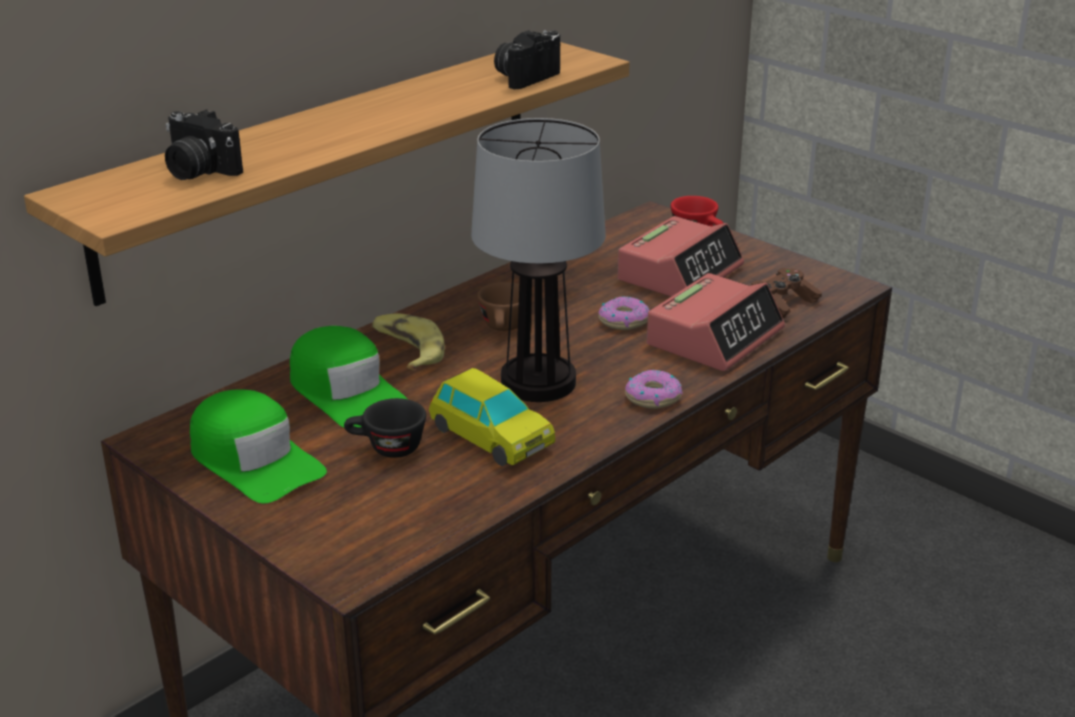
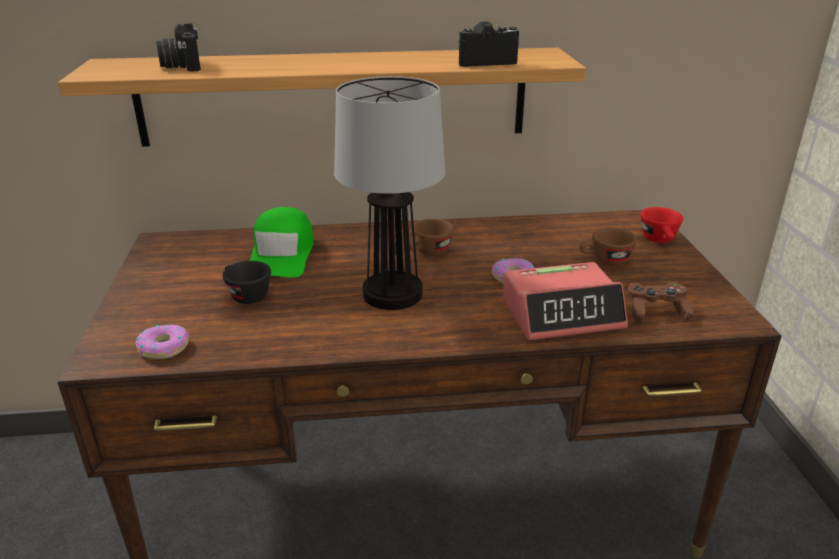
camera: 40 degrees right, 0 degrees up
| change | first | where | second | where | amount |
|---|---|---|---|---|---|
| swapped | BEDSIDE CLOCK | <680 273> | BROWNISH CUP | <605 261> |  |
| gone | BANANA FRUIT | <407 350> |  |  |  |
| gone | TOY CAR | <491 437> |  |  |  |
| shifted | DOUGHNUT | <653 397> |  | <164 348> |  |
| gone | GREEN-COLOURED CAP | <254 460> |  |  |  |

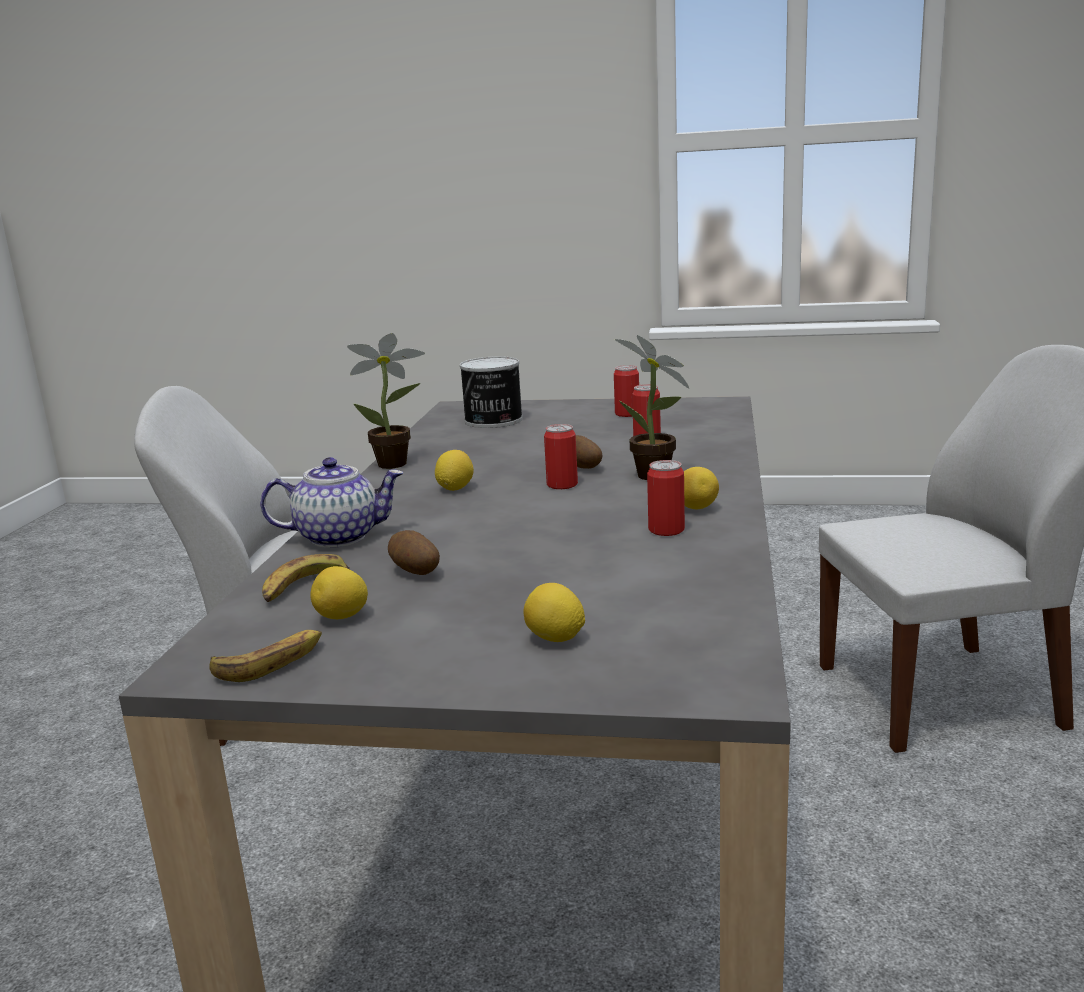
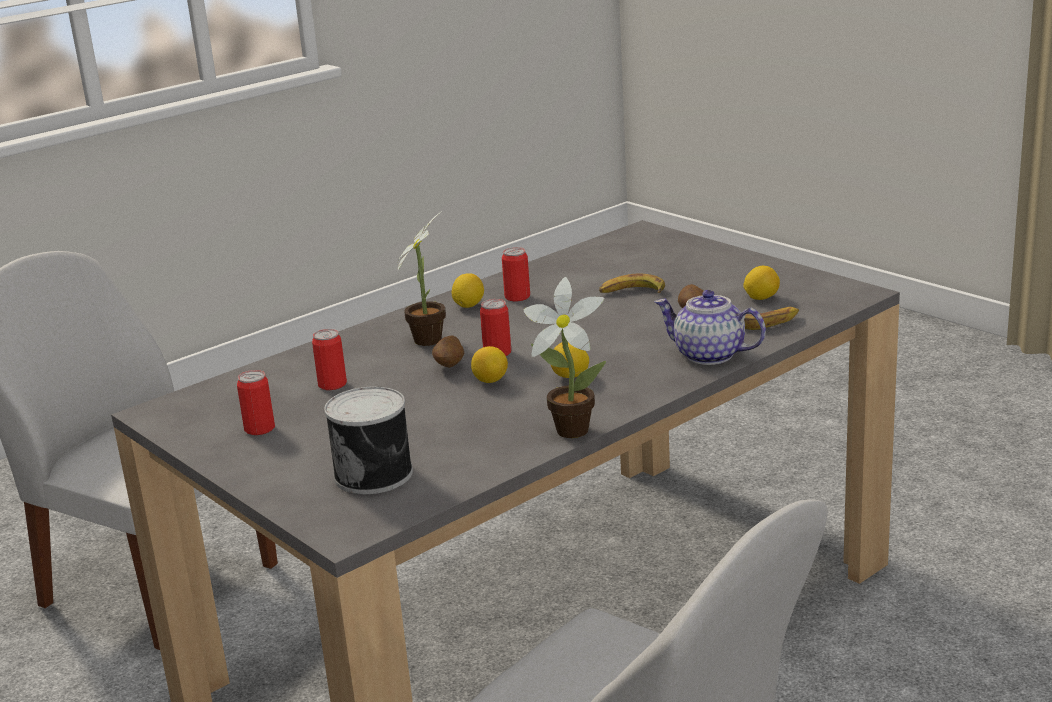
camera: 140 degrees left, 5 degrees up
| change | first | where | second | where | amount |
|---|---|---|---|---|---|
| shifted | CITRUS FRUIT | <555 639> |  | <490 381> |  |
| shifted | BANANA FRUIT | <270 662> |  | <632 292> |  |

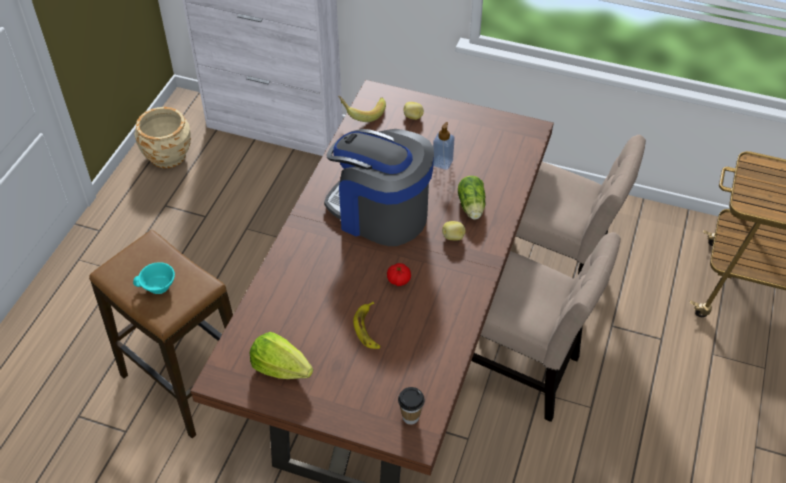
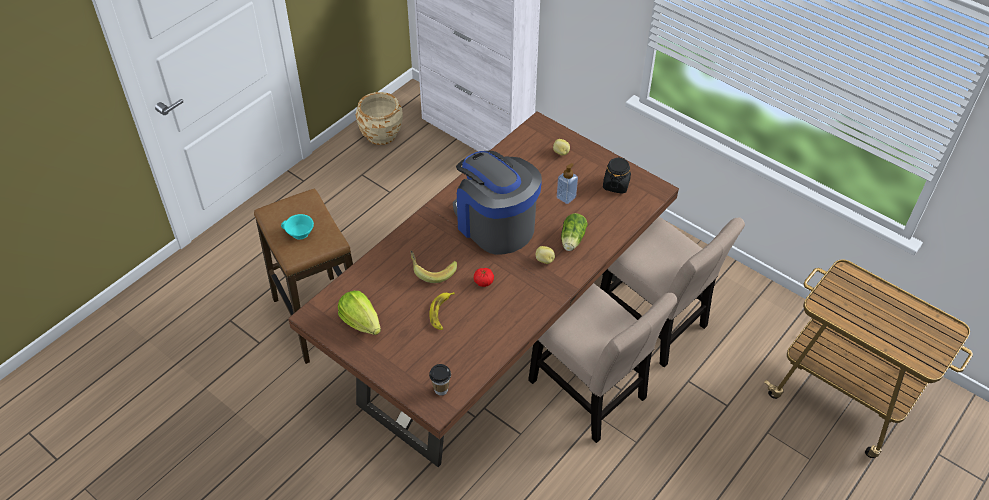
camera: 20 degrees right, 0 degrees up
| change | first | where | second | where | amount |
|---|---|---|---|---|---|
| shifted | BANANA FRUIT | <362 112> |  | <432 270> |  |
| new |  |  | BLACK-COLOURED PRESERVE JAR | <616 185> |  |

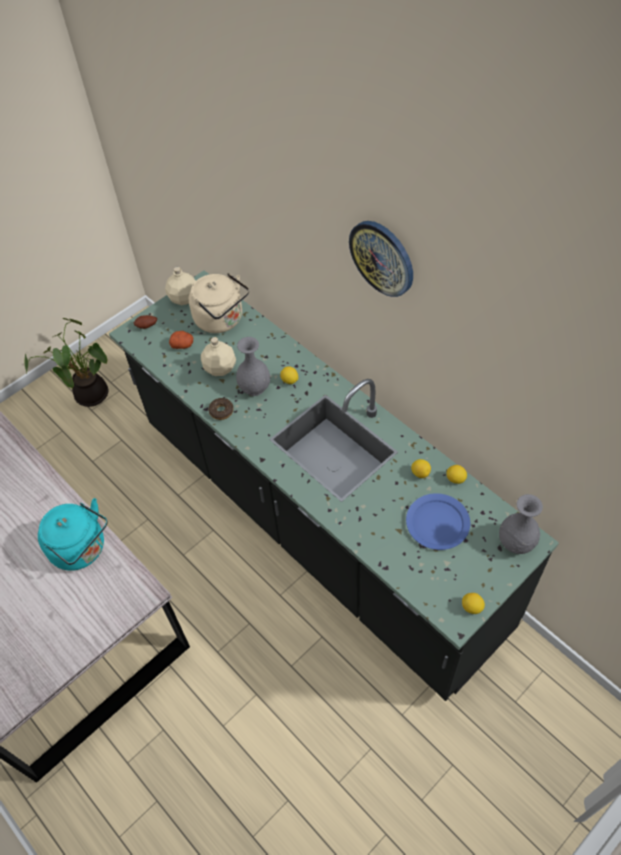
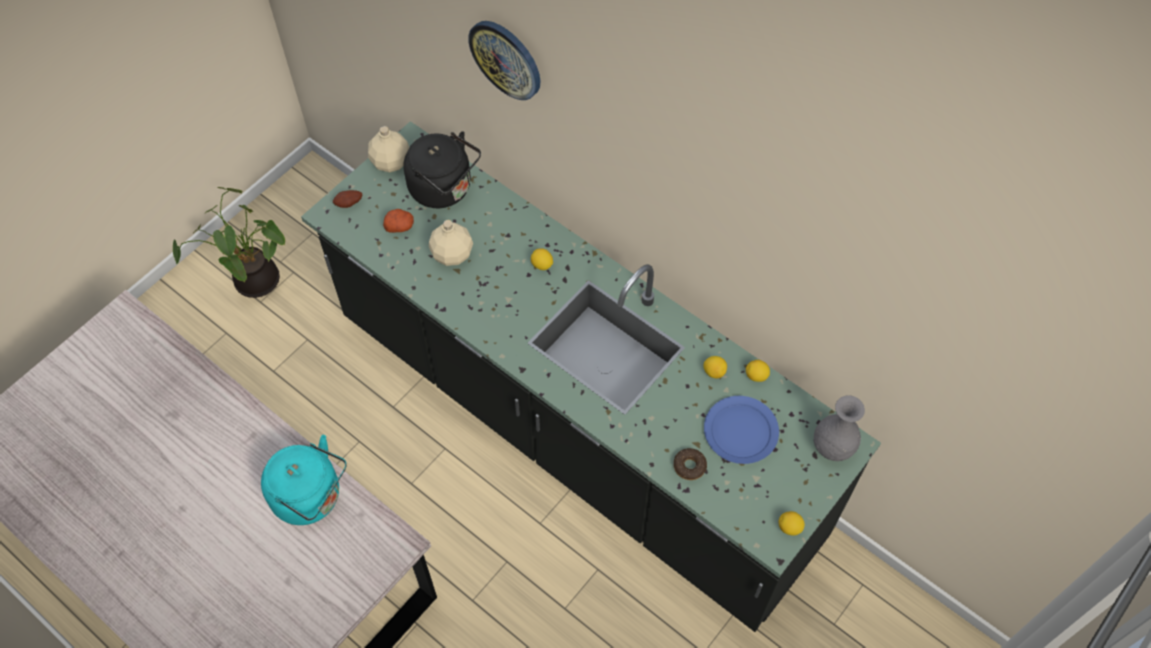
camera: 10 degrees left, 5 degrees up
| change | first | where | second | where | amount |
|---|---|---|---|---|---|
| shifted | WALL CLOCK | <382 258> |  | <506 59> |  |
| repainted | BEIGE WATER KETTLE | <222 320> | BLACK-COLOURED WATER KETTLE | <444 189> |  |
| gone | GREY DECORATIVE VASE | <255 387> |  |  |  |
| shifted | DOUGHNUT | <221 411> |  | <689 466> |  |

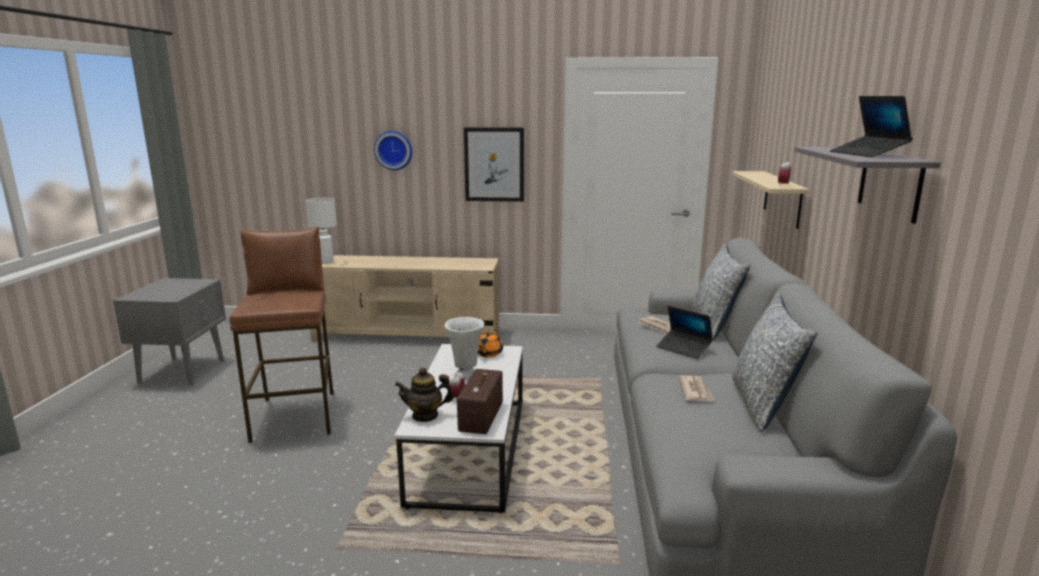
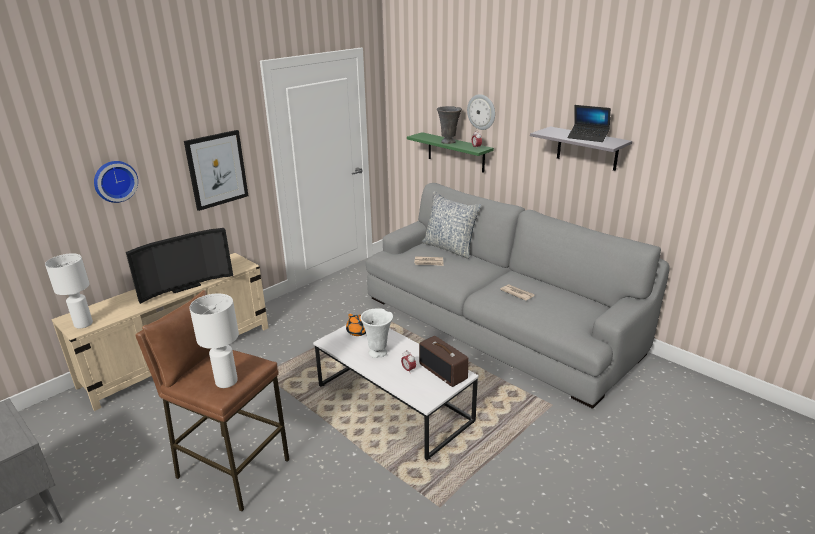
camera: 50 degrees left, 10 degrees up
| change | first | where | second | where | amount |
|---|---|---|---|---|---|
| repainted | BEIGE BRACKET SHELF | <782 198> | GREEN-COLOURED BRACKET SHELF | <455 152> |  |
| gone | THROW PILLOW | <763 405> |  |  |  |
| gone | PORTABLE COMPUTER | <684 349> |  |  |  |
| gone | TEAPOT | <425 415> |  |  |  |
| new |  |  | WALL CLOCK | <481 112> |  |
| new |  |  | GREY DECORATIVE VASE | <449 142> |  |
| new |  |  | TELEVISION | <184 286> |  |
| new |  |  | WHITE LAMP FOR A TABLE | <226 382> |  |

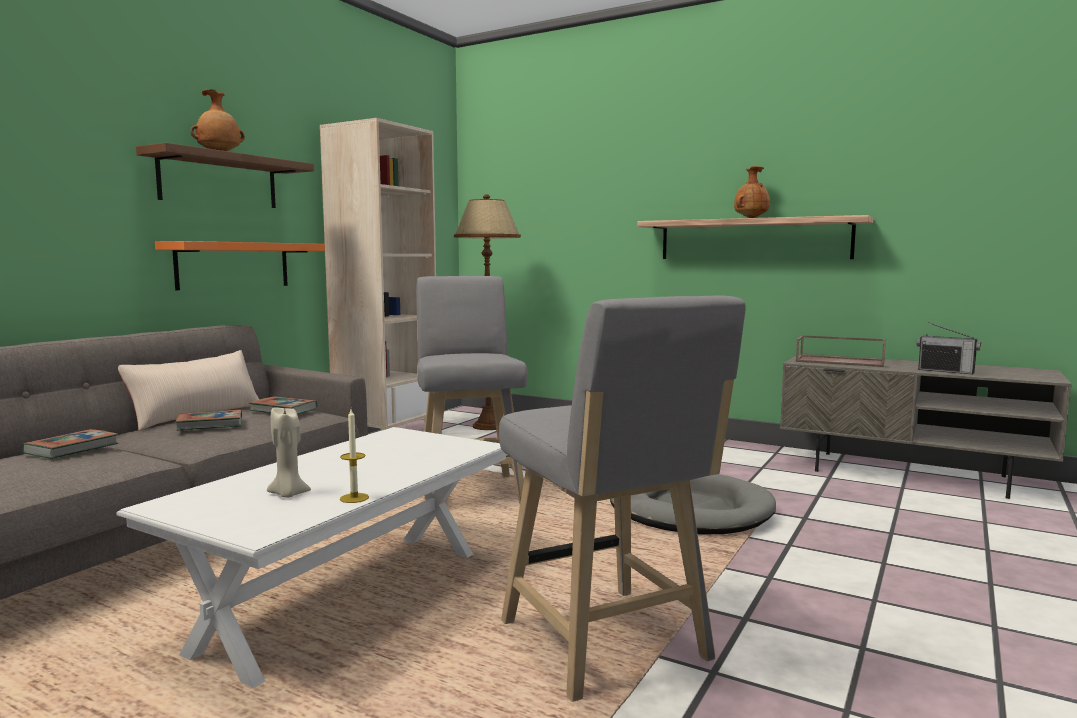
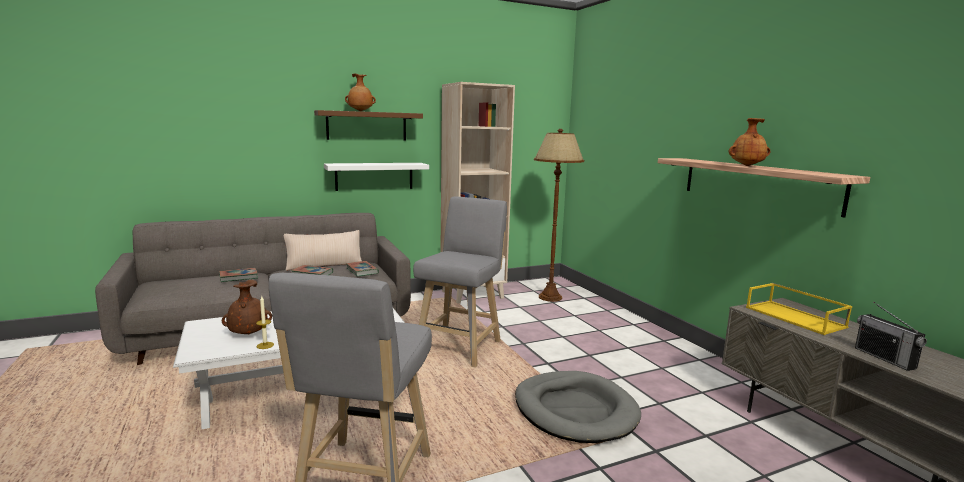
camera: 35 degrees right, 5 degrees up
| change | first | where | second | where | amount |
|---|---|---|---|---|---|
| repainted | ORANGEY BRACKET SHELF | <233 265> | WHITE BRACKET SHELF | <374 176> |  |
| repainted | BROWNISH CARRYING TRAY | <841 361> | YELLOW-COLOURED CARRYING TRAY | <796 317> |  |
| swapped | BEIGE CANDLE | <288 494> | BROWNISH DECORATIVE VASE | <248 333> |  |

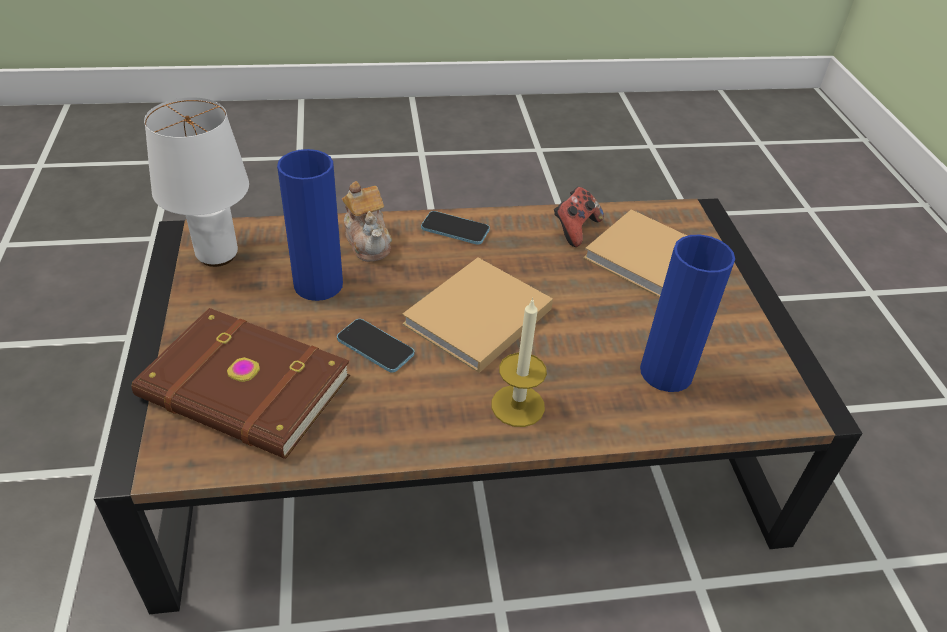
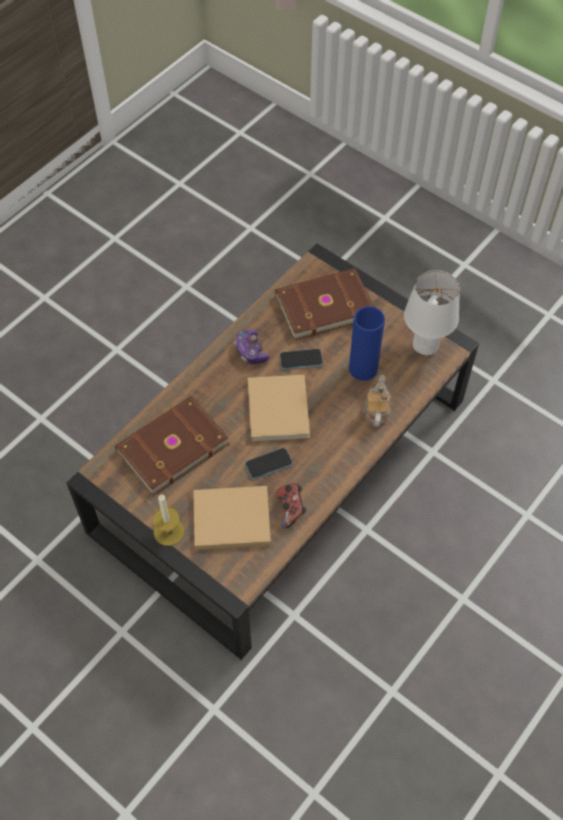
camera: 140 degrees right, 15 degrees up
| change | first | where | second | where | amount |
|---|---|---|---|---|---|
| rotated | TEAPOT | <368 241> |  | <376 410> | 75 degrees clockwise |
| shifted | HANDSET | <455 229> |  | <268 464> |  |
| swapped | BLUE DECORATIVE VASE | <666 372> | BROWNISH BOUND BOOK | <171 446> |  |
| shifted | CANDLE | <518 405> |  | <169 531> |  |
| new |  |  | GAME CONTROLLER | <251 351> |  |

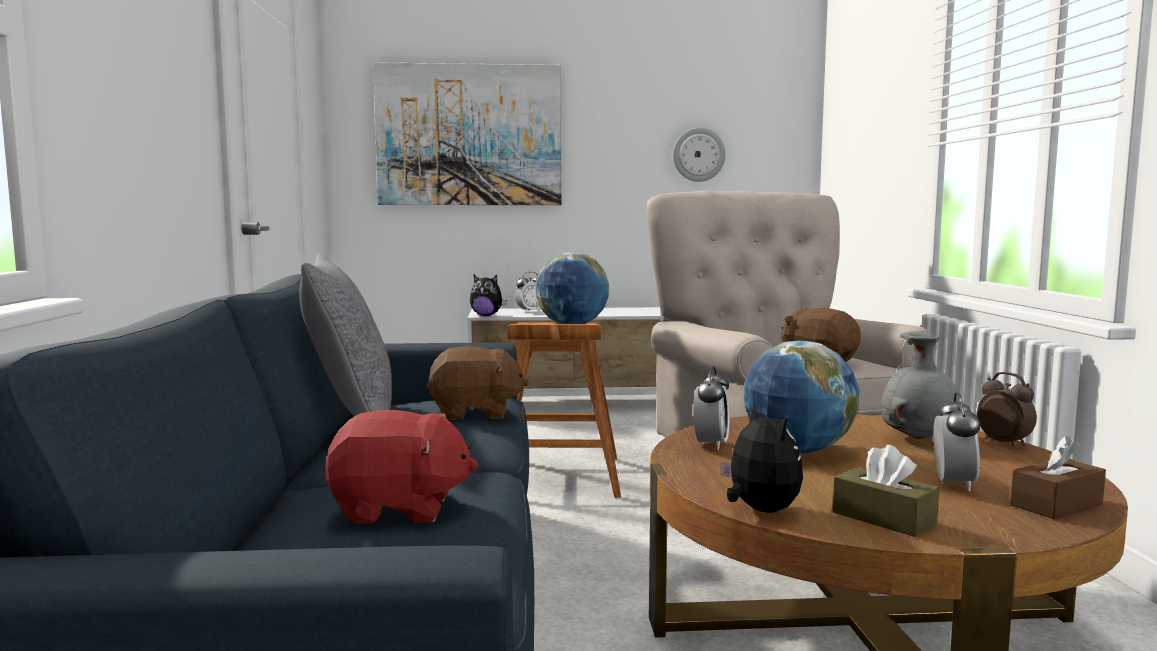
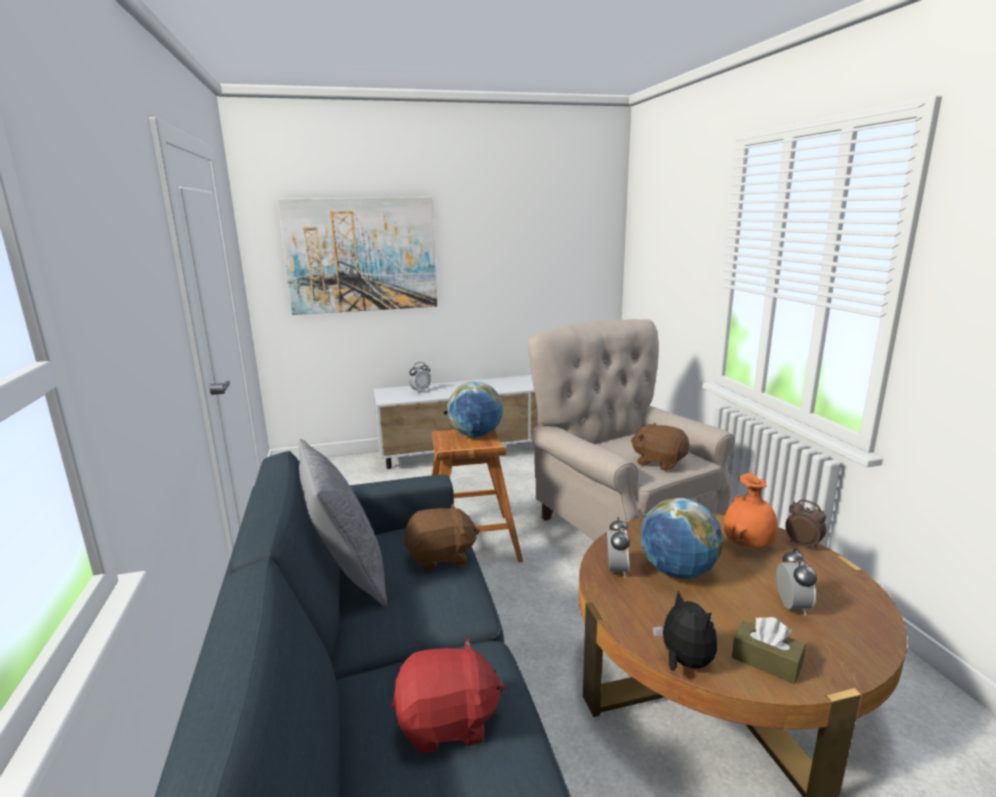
camera: 10 degrees left, 10 degrees up
| change | first | where | second | where | amount |
|---|---|---|---|---|---|
| gone | WALL CLOCK | <698 155> |  |  |  |
| gone | PLUSH TOY | <487 315> |  |  |  |
| repainted | GREY DECORATIVE VASE | <919 439> | ORANGEY DECORATIVE VASE | <748 545> |  |
| gone | BROWNISH TISSUE BOX | <1056 504> |  |  |  |

